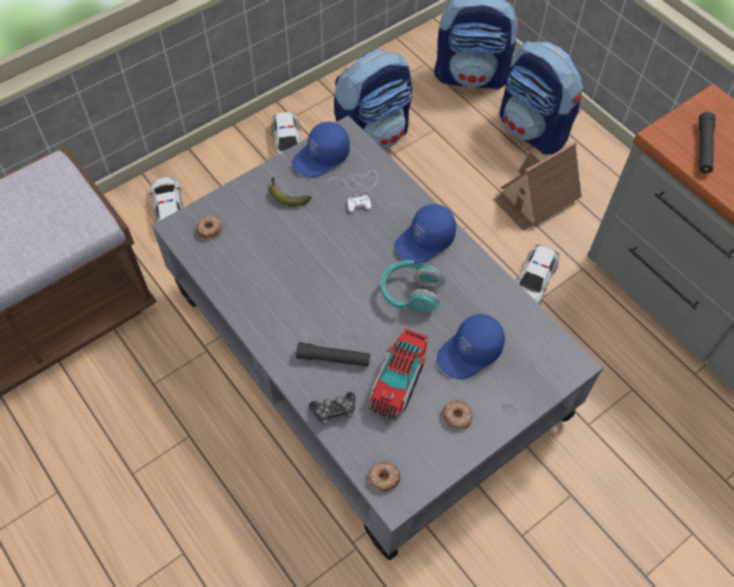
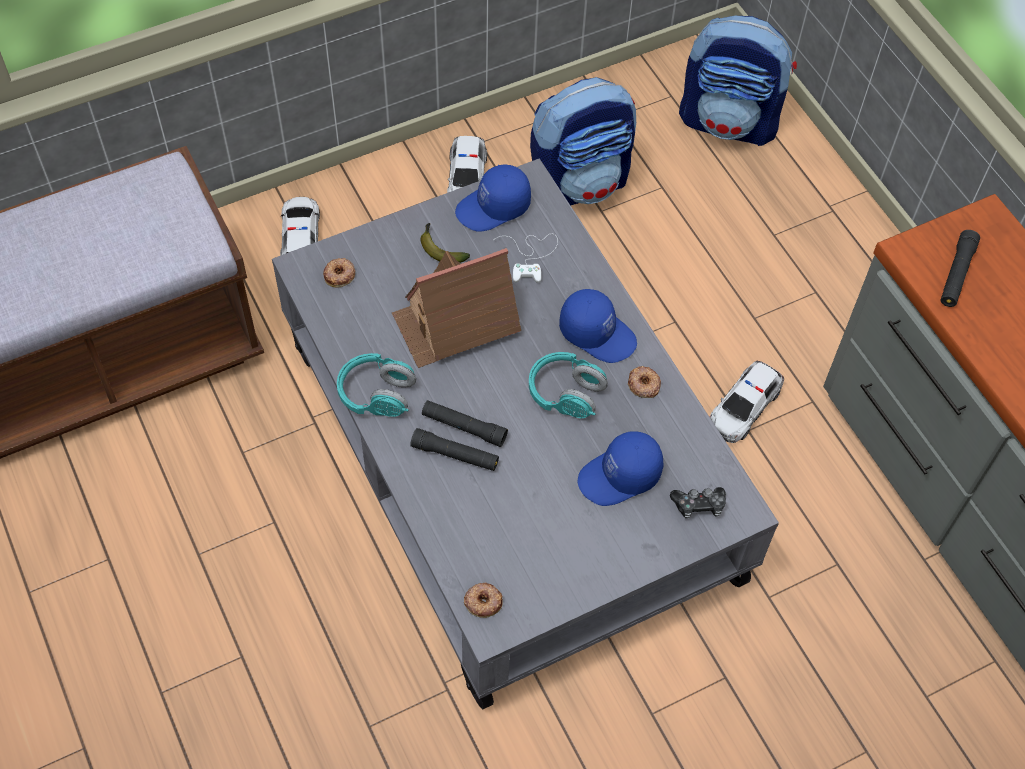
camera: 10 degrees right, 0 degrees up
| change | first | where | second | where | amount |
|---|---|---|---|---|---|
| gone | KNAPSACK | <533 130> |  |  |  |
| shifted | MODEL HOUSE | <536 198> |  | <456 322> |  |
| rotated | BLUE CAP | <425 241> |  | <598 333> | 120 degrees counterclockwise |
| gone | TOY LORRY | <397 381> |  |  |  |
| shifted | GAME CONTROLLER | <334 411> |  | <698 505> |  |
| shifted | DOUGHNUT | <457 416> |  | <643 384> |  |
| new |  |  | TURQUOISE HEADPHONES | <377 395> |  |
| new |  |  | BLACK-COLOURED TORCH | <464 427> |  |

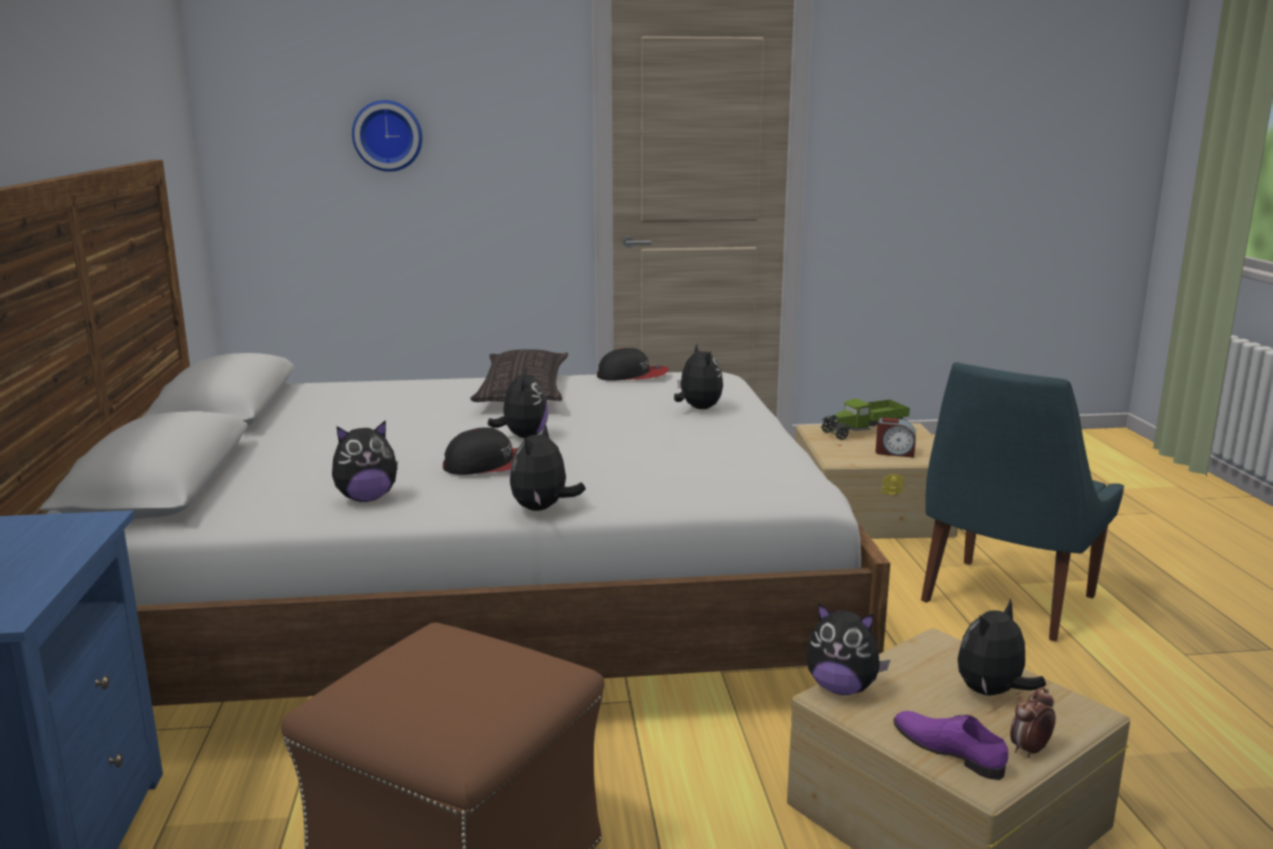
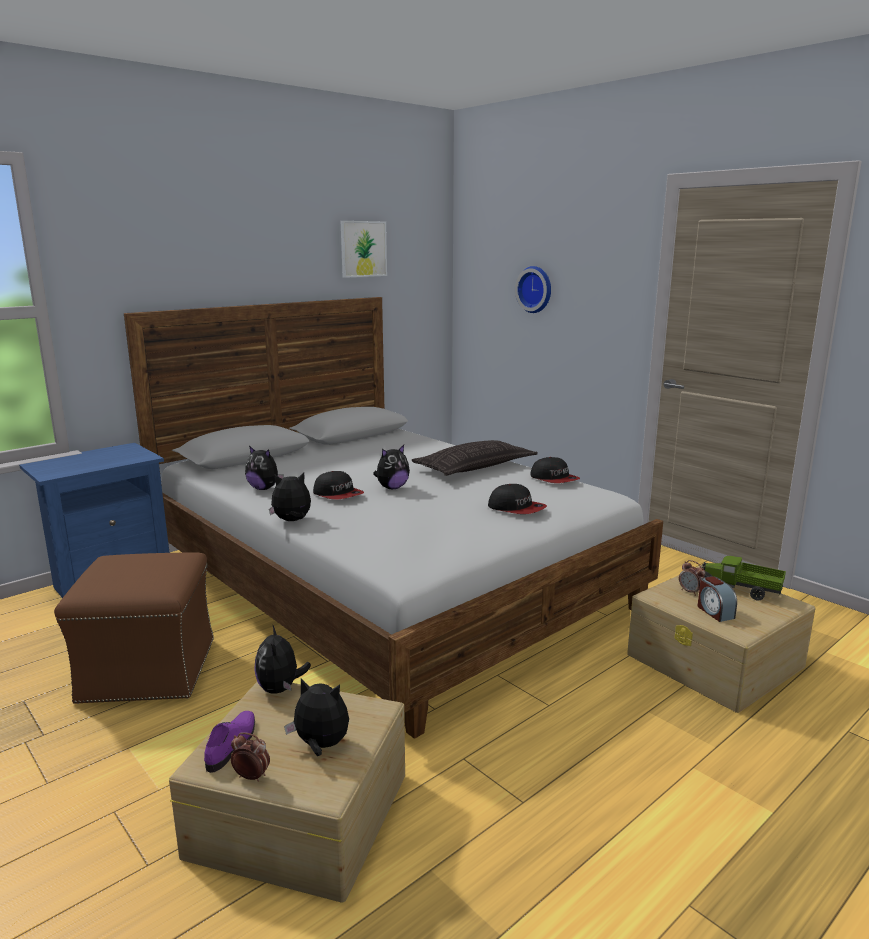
camera: 55 degrees right, 0 degrees up
| change | first | where | second | where | amount |
|---|---|---|---|---|---|
| swapped | PLUSH TOY | <698 408> | CAP | <517 508> |  |
| gone | BLUE UPRIGHT CHAIR | <1004 601> |  |  |  |
| new |  |  | WALL ART | <363 249> |  |
| new |  |  | BEDSIDE CLOCK | <690 592> |  |

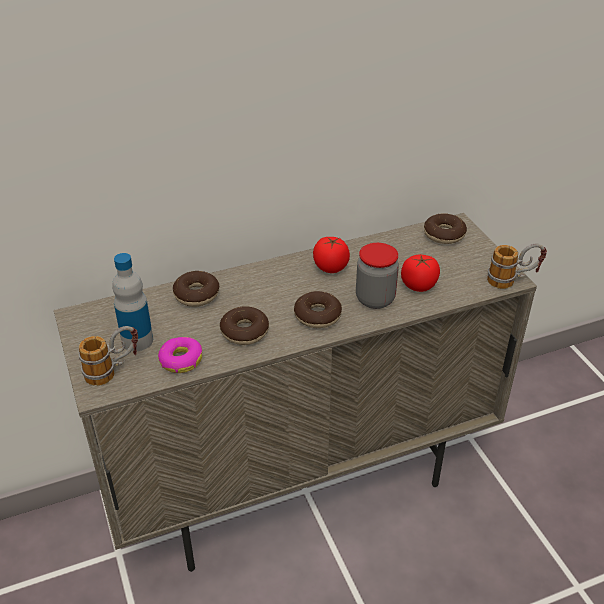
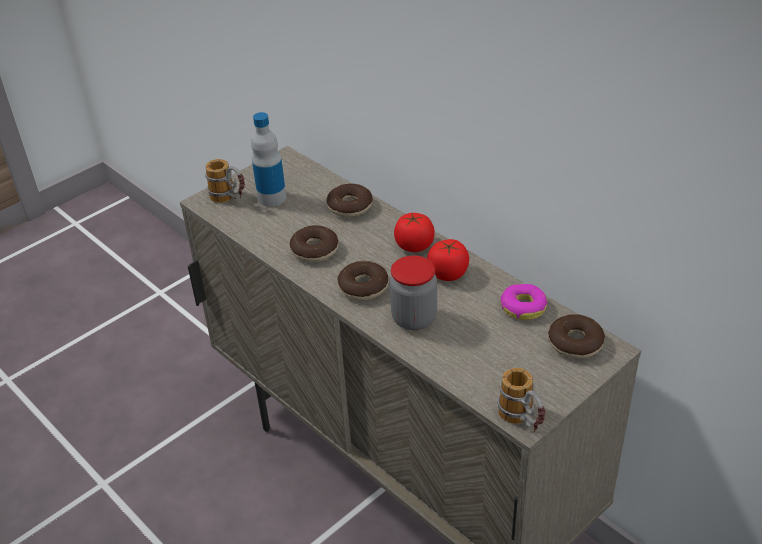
camera: 70 degrees right, 0 degrees up
| change | first | where | second | where | amount |
|---|---|---|---|---|---|
| shifted | WHOLE TOMATO | <418 285> |  | <414 246> |  |
| shifted | DOUGHNUT | <180 360> |  | <523 307> |  |

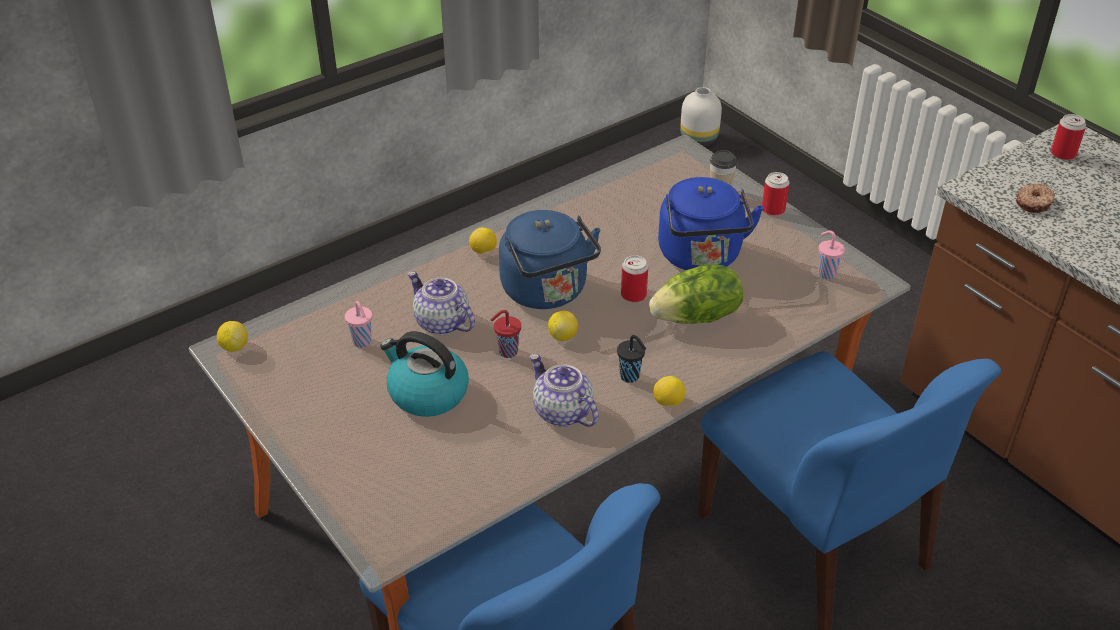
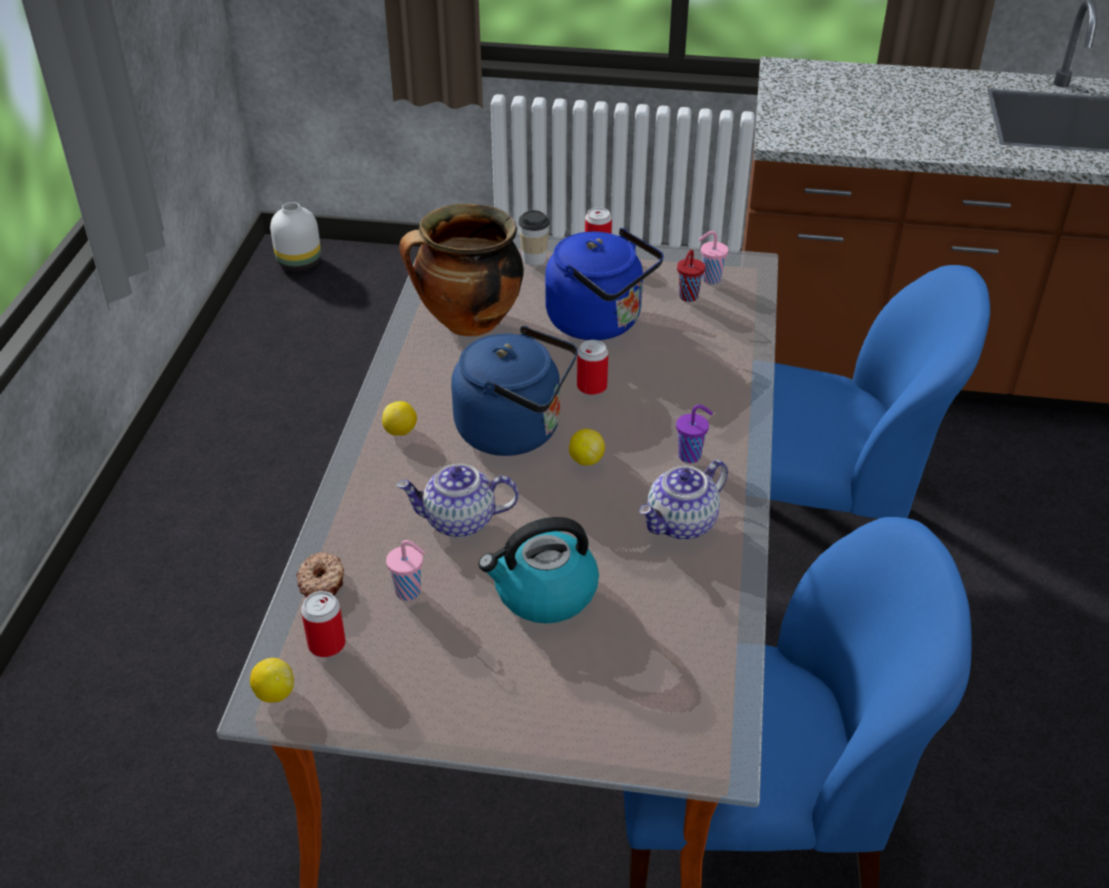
camera: 45 degrees left, 0 degrees up
| change | first | where | second | where | amount |
|---|---|---|---|---|---|
| shifted | CAN | <1063 154> |  | <327 644> |  |
| shifted | DOUGHNUT | <1034 203> |  | <322 582> |  |
| gone | LETTUCE HEAD | <697 317> |  |  |  |
| shifted | REDDISH CUP | <507 352> |  | <687 297> |  |
| repainted | BLACK-COLOURED CUP | <630 377> | PURPLE-COLOURED CUP | <691 456> |  |
| rotated | TEAPOT | <561 412> |  | <682 524> | 45 degrees counterclockwise |
| gone | CITRUS FRUIT | <668 403> |  |  |  |
| new |  |  | STOCKPOT | <468 324> |  |

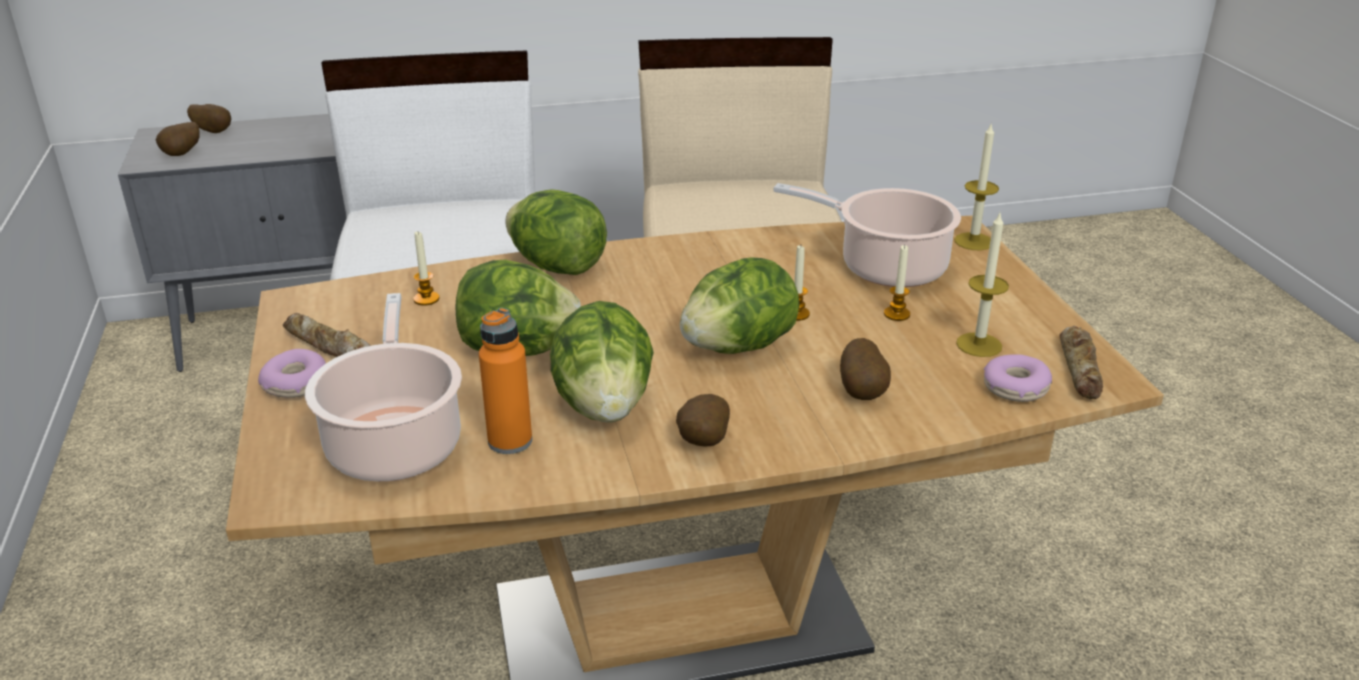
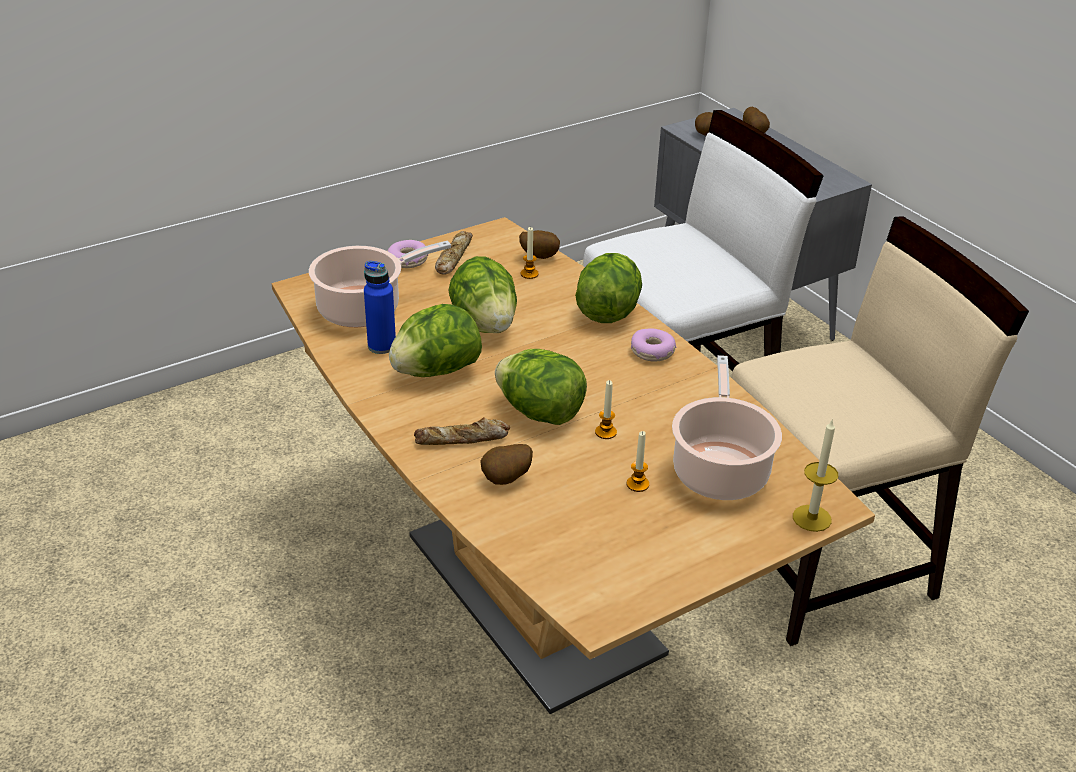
camera: 70 degrees right, 5 degrees up
| change | first | where | second | where | amount |
|---|---|---|---|---|---|
| gone | CANDLE | <979 345> |  |  |  |
| repainted | ORANGEY BEVERAGE BOTTLE | <510 441> | BLUE BEVERAGE BOTTLE | <382 346> |  |
| shifted | BAKED BREAD | <1081 369> |  | <462 439> |  |
| shifted | DOUGHNUT | <1015 388> |  | <652 352> |  |
| shifted | WHOLE POTATO | <701 443> |  | <539 256> |  |

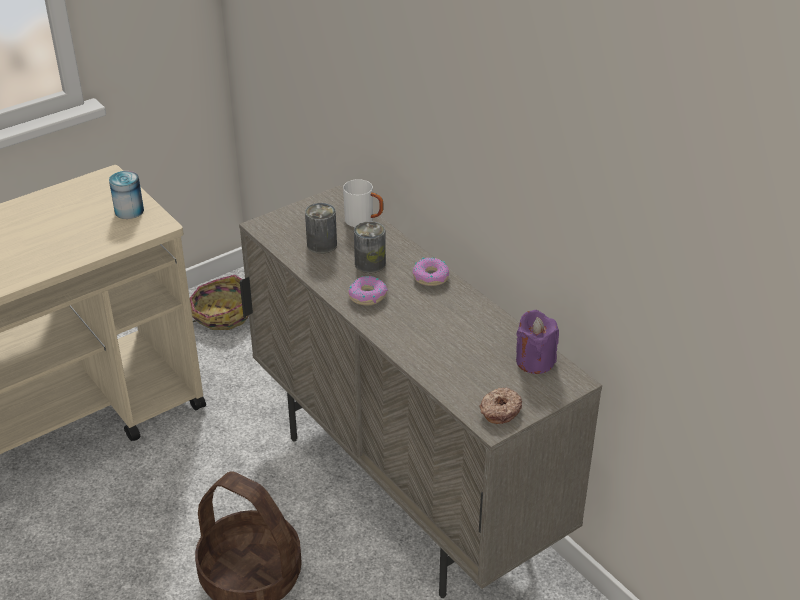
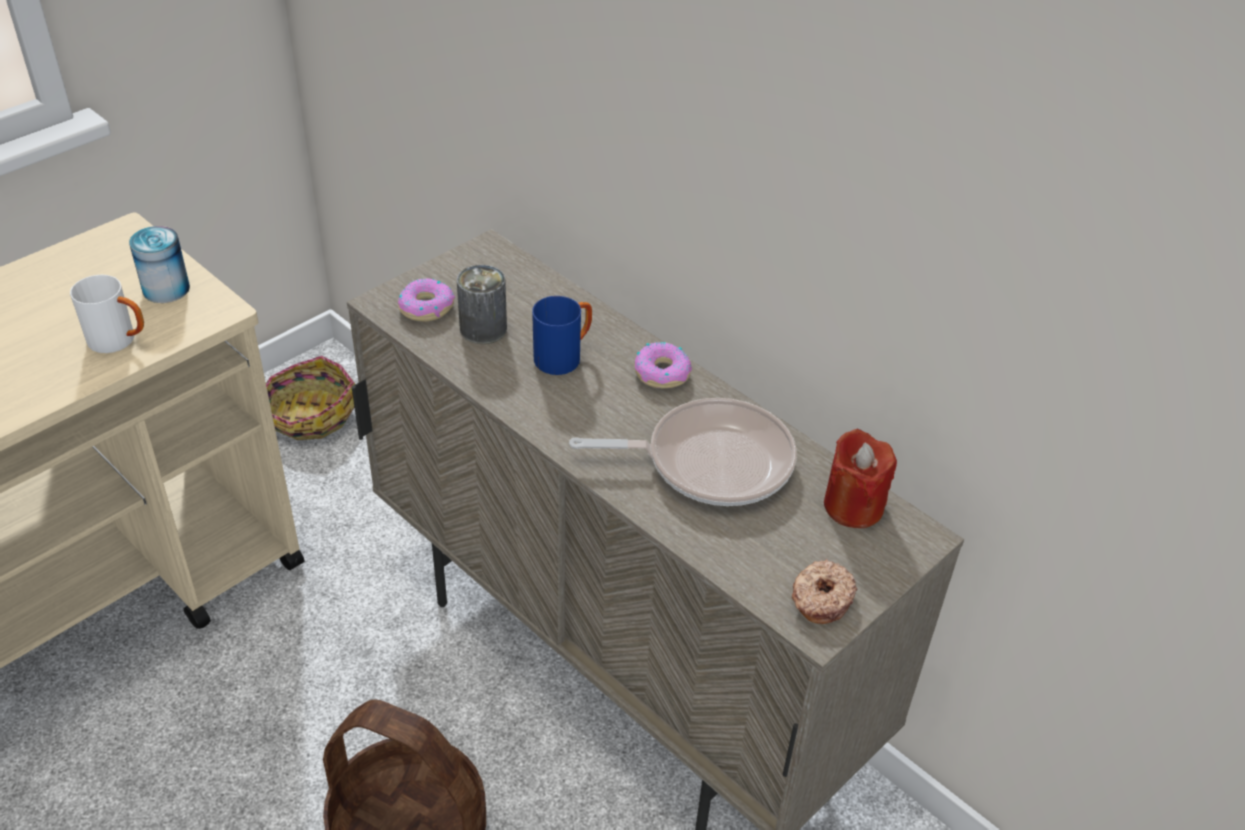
camera: 10 degrees left, 5 degrees up
| change | first | where | second | where | amount |
|---|---|---|---|---|---|
| shifted | WHITE TEA MUG | <364 221> |  | <120 341> |  |
| swapped | CAN | <370 264> | BLUE TEA MUG | <564 356> |  |
| shifted | DOUGHNUT | <367 295> |  | <426 307> |  |
| repainted | PURPLE-COLOURED CANDLE | <535 361> | REDDISH CANDLE | <853 506> |  |
| new |  |  | PAN | <710 461> |  |

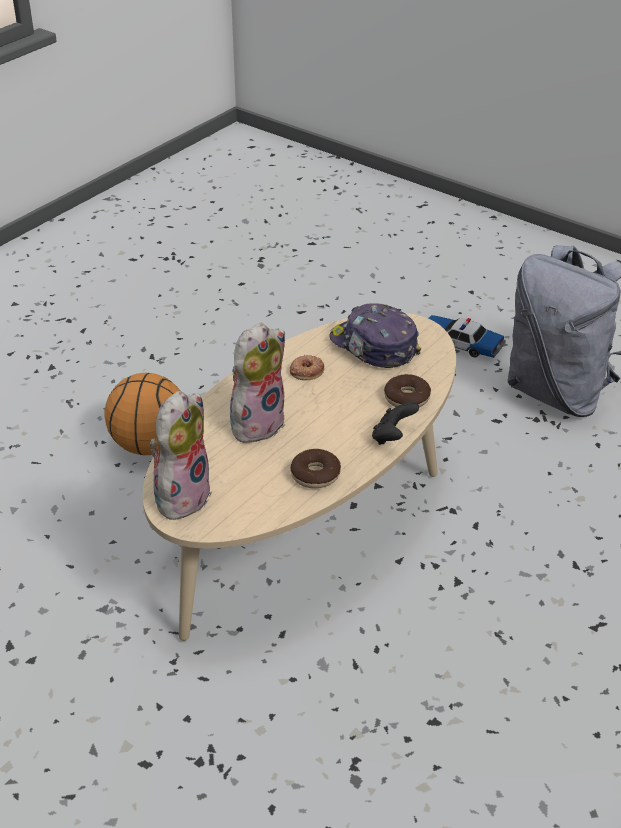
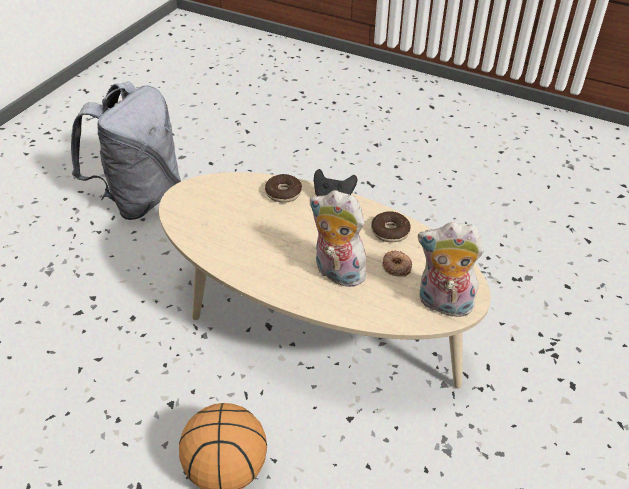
camera: 100 degrees left, 5 degrees up
| change | first | where | second | where | amount |
|---|---|---|---|---|---|
| gone | CAP | <373 347> |  |  |  |
| gone | TOY CAR | <460 343> |  |  |  |
| shifted | DOUGHNUT | <306 371> |  | <396 266> |  |

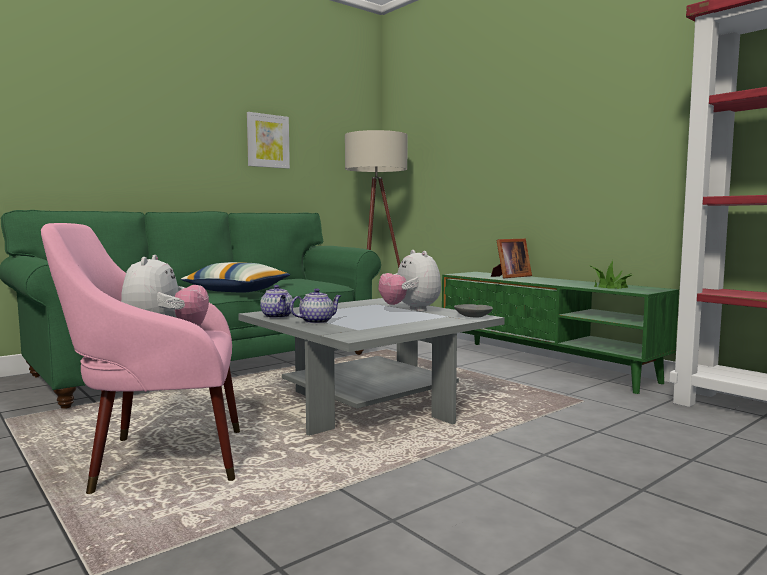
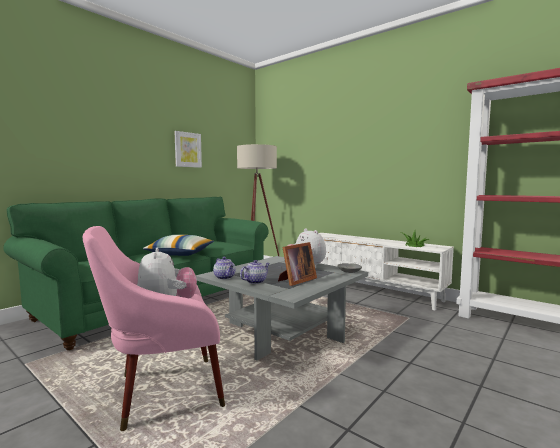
camera: 10 degrees left, 0 degrees up
| change | first | where | second | where | amount |
|---|---|---|---|---|---|
| shifted | STANDING FRAME | <510 277> |  | <296 281> |  |
| repainted | GREEN-COLOURED TV UNIT | <544 364> | WHITE TV UNIT | <371 291> |  |

